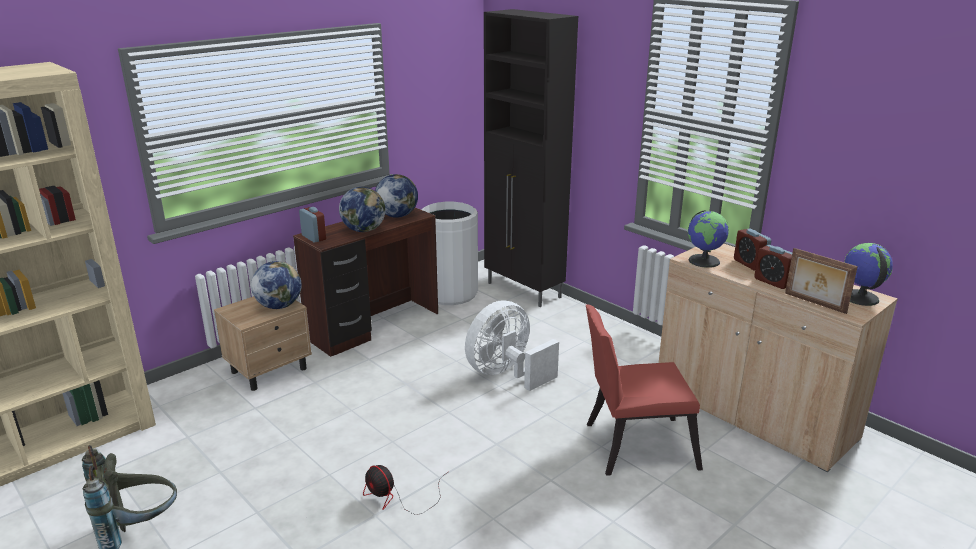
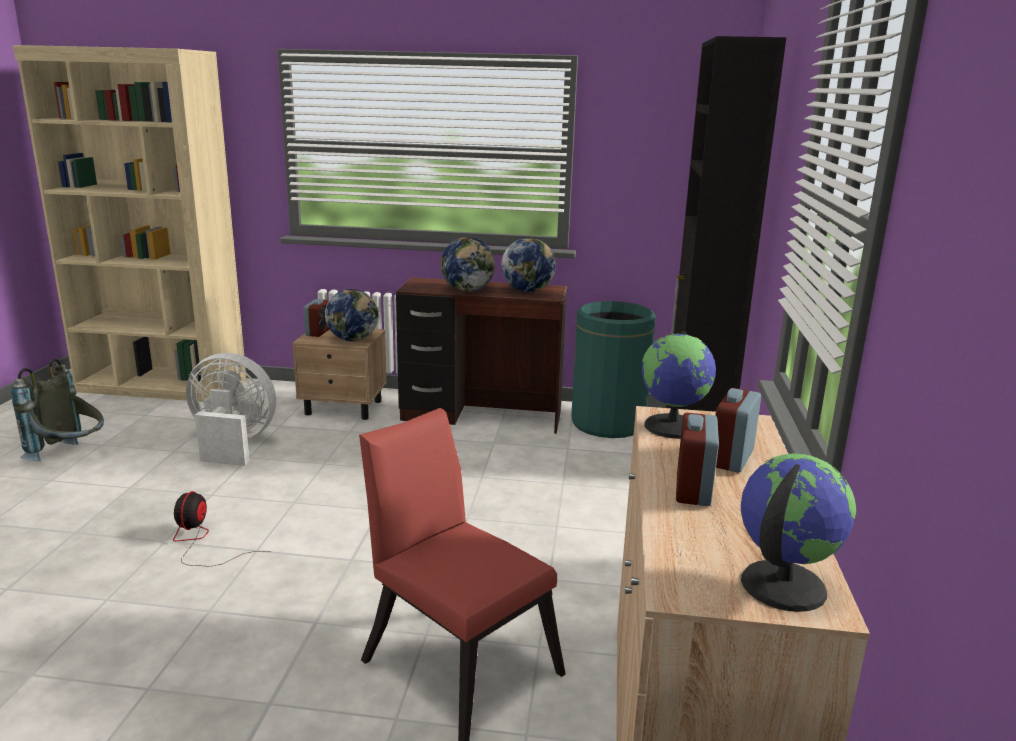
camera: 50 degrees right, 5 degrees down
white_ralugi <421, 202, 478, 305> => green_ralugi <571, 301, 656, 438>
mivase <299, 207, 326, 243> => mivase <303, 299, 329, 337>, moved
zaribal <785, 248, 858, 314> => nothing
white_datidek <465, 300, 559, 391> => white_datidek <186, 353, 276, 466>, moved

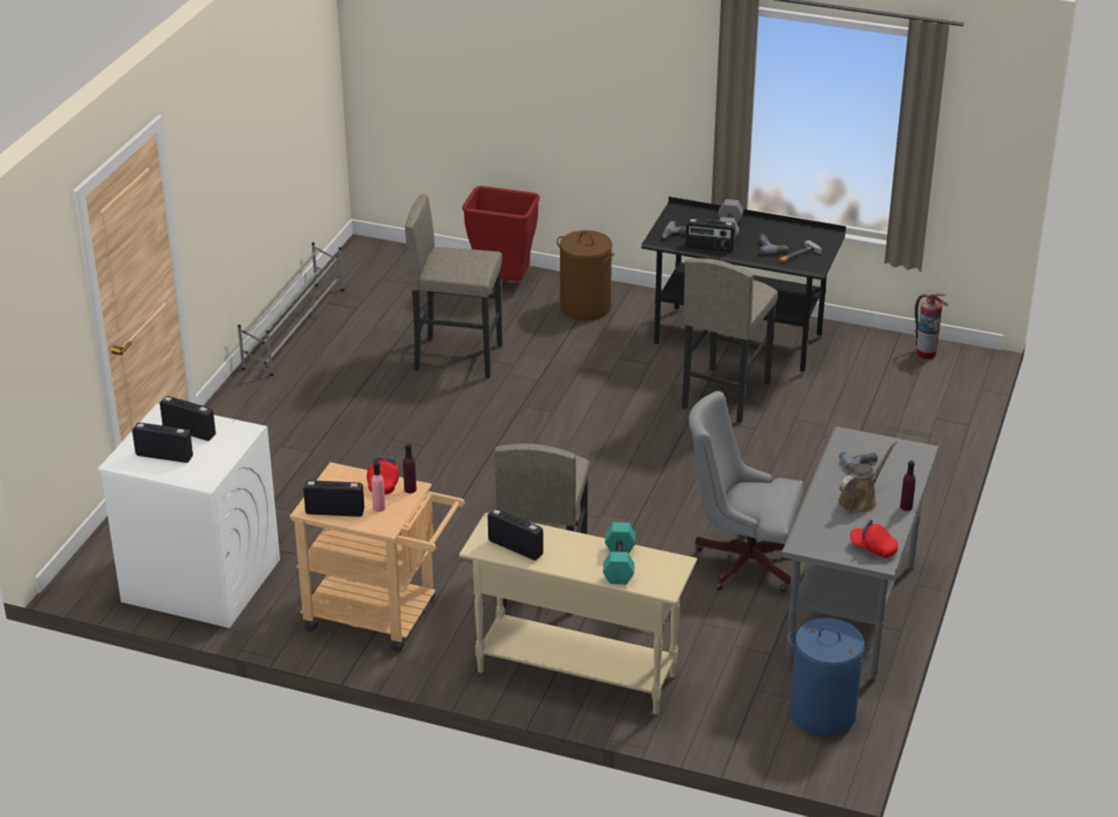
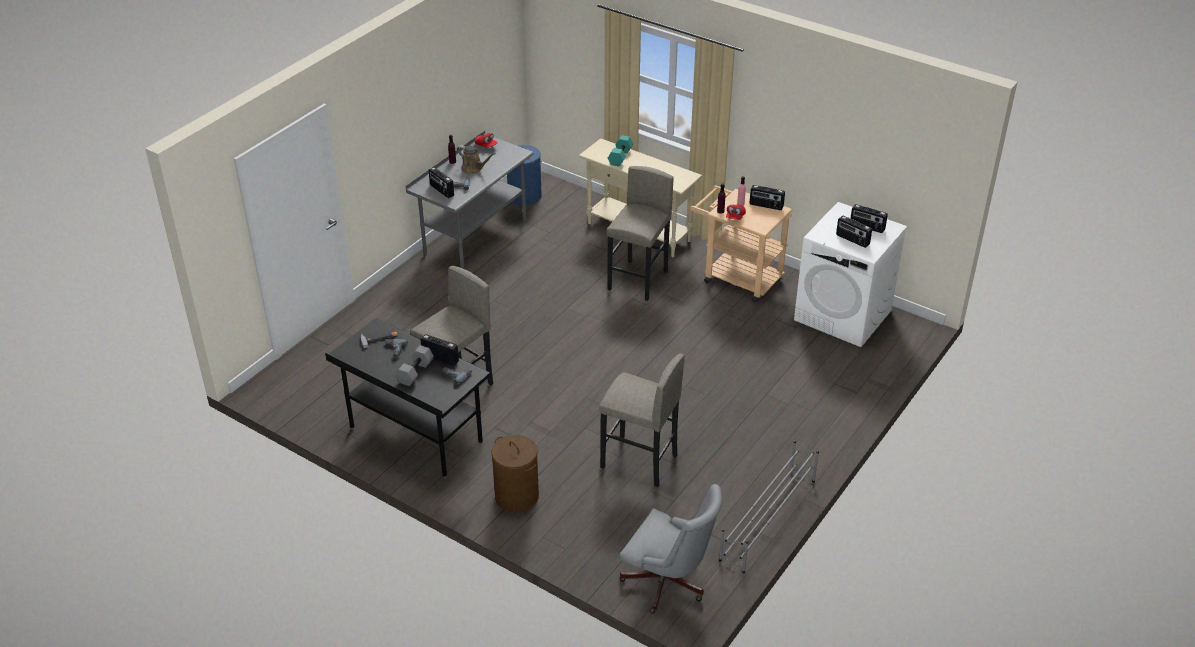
camera: 165 degrees left, 5 degrees up
red_ralugi <462, 186, 540, 282> => nothing
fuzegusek <915, 293, 948, 359> => nothing
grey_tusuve <689, 391, 803, 592> => grey_tusuve <619, 484, 723, 614>, moved
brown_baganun <838, 441, 897, 513> => brown_baganun <457, 145, 496, 174>, 120 degrees counterclockwise
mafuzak <488, 508, 543, 560> => mafuzak <429, 167, 454, 198>, moved

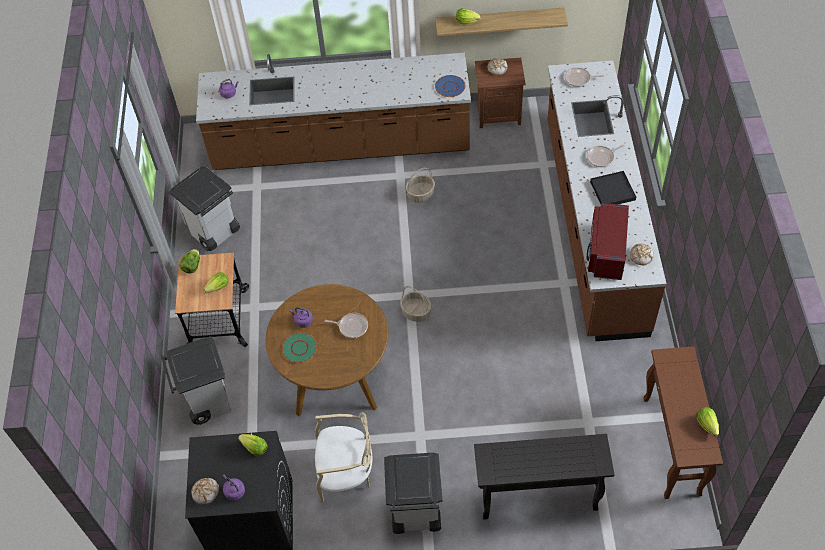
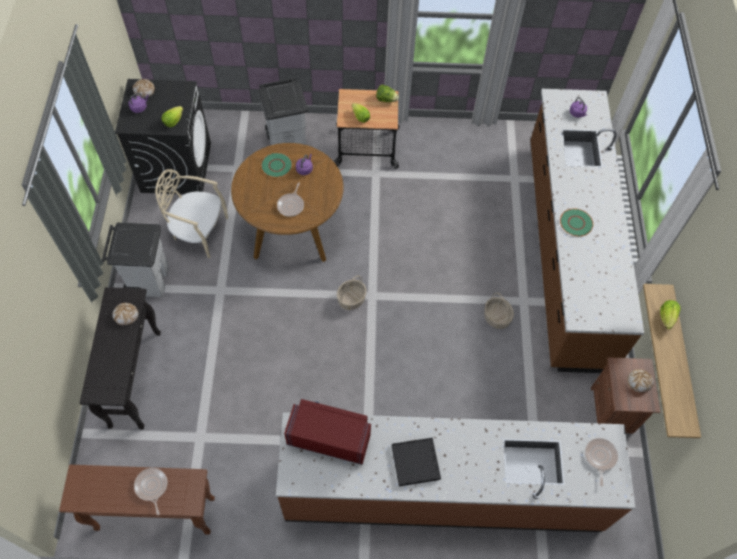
camera: 90 degrees right, 5 degrees up
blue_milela <435, 75, 466, 97> => nothing
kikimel <587, 145, 624, 167> => kikimel <134, 468, 167, 516>, moved
grey_ralugi <169, 165, 240, 251> => nothing
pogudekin <630, 243, 654, 265> => pogudekin <112, 303, 139, 325>, moved
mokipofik <697, 407, 719, 436> => nothing
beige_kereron <315, 412, 372, 502> => beige_kereron <155, 169, 228, 258>, 105 degrees clockwise
nothing => green_milela <560, 209, 593, 236>

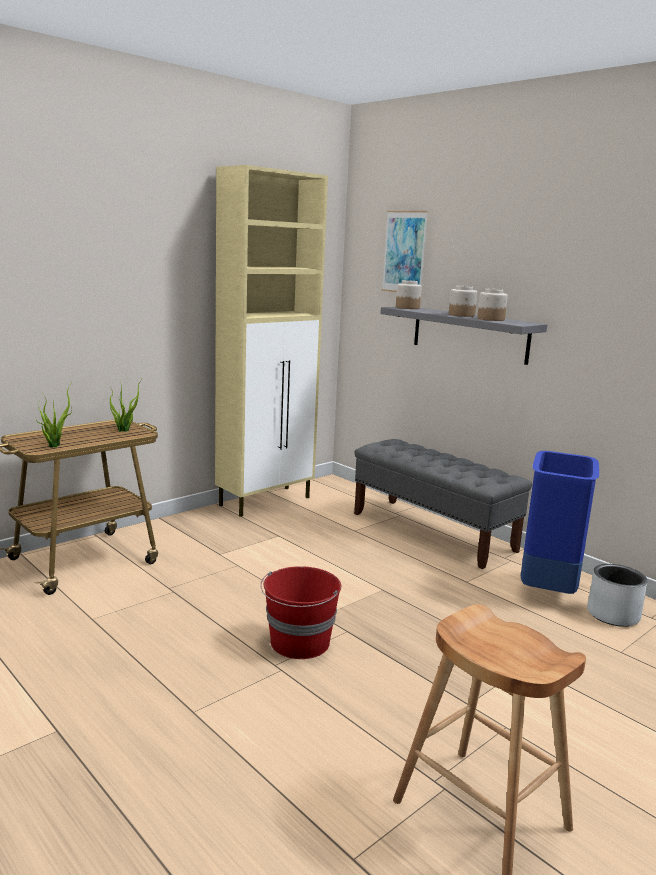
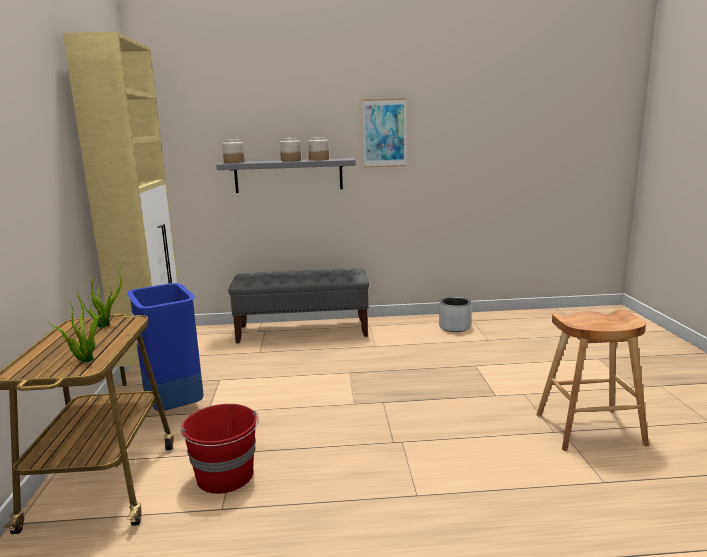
camera: 50 degrees left, 0 degrees up
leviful <382, 211, 428, 294> => leviful <363, 98, 406, 168>, moved
blue_ralugi <521, 451, 599, 594> => blue_ralugi <127, 283, 204, 411>, moved
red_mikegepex <260, 566, 341, 659> => red_mikegepex <181, 404, 259, 494>, moved

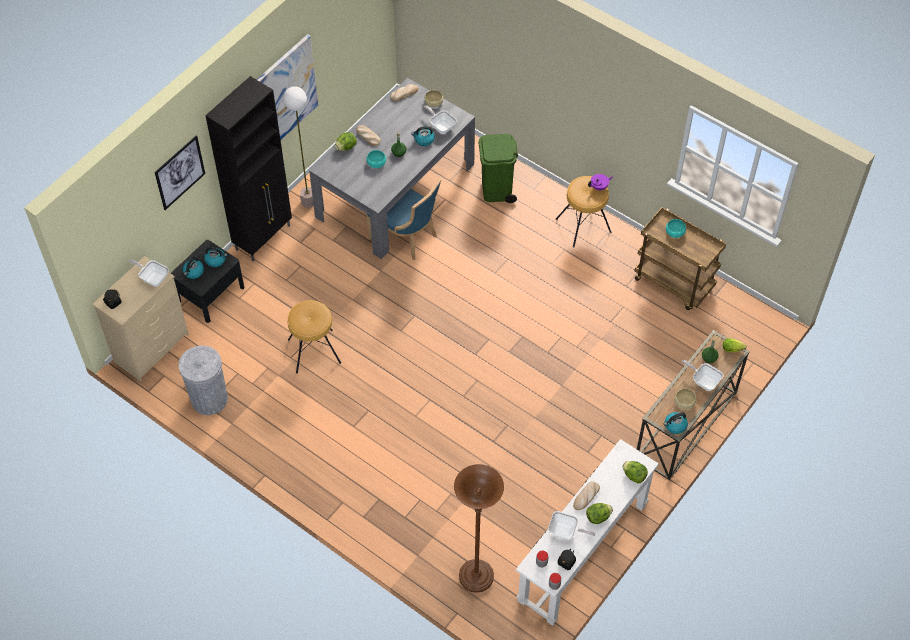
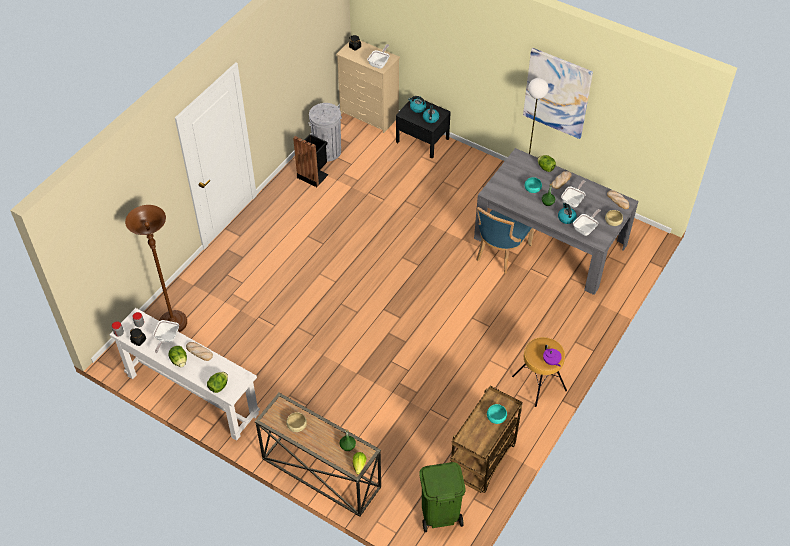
camera: 85 degrees right, 5 degrees down
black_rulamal <205, 76, 292, 262> => nothing
green_ralugi <479, 134, 518, 203> => green_ralugi <419, 462, 466, 532>, moved
leviful <154, 135, 205, 210> => nothing
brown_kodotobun <287, 300, 341, 373> => nothing
kikimel <681, 360, 724, 391> => kikimel <561, 180, 586, 208>, moved
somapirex <663, 412, 688, 434> => nothing
nothing => black_ralugi <293, 134, 329, 187>

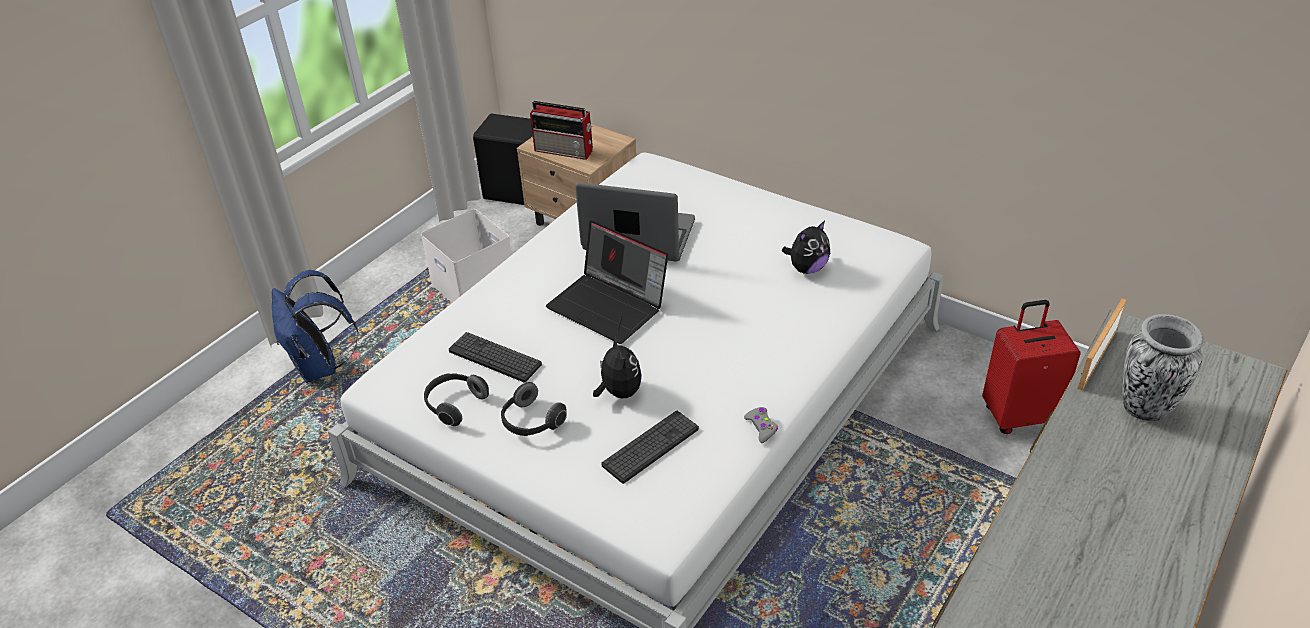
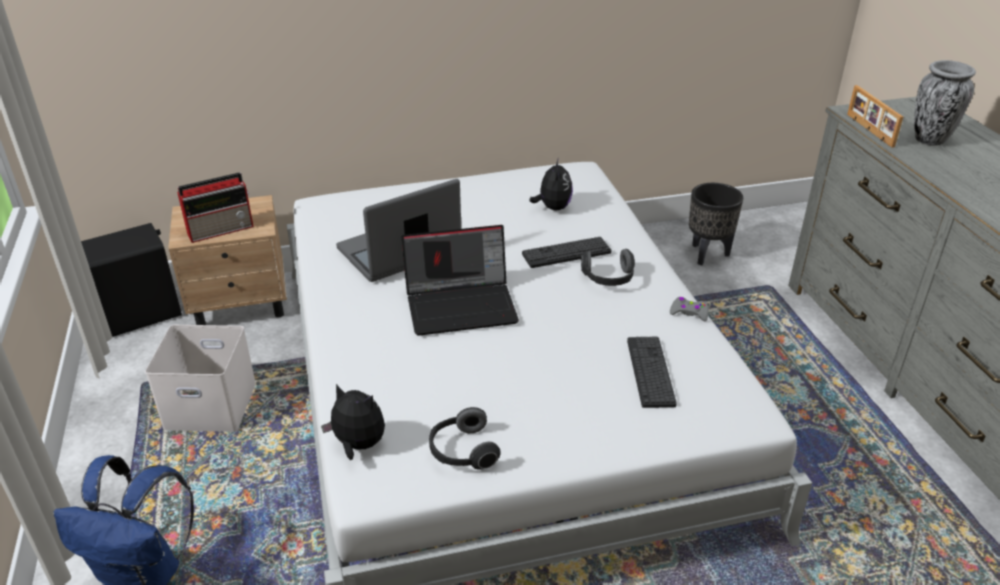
camera: 50 degrees left, 5 degrees down
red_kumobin <982, 300, 1081, 434> => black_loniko <689, 183, 743, 265>
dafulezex <449, 332, 542, 382> => dafulezex <522, 237, 611, 268>, moved
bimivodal <593, 335, 642, 399> => bimivodal <321, 384, 385, 460>, moved
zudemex <501, 382, 567, 436> => zudemex <581, 249, 635, 286>, moved

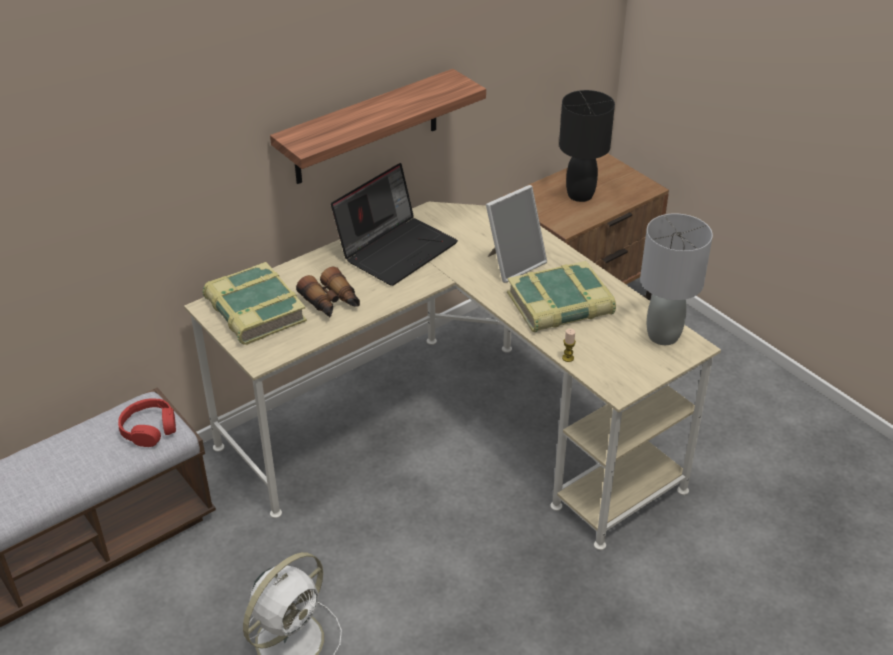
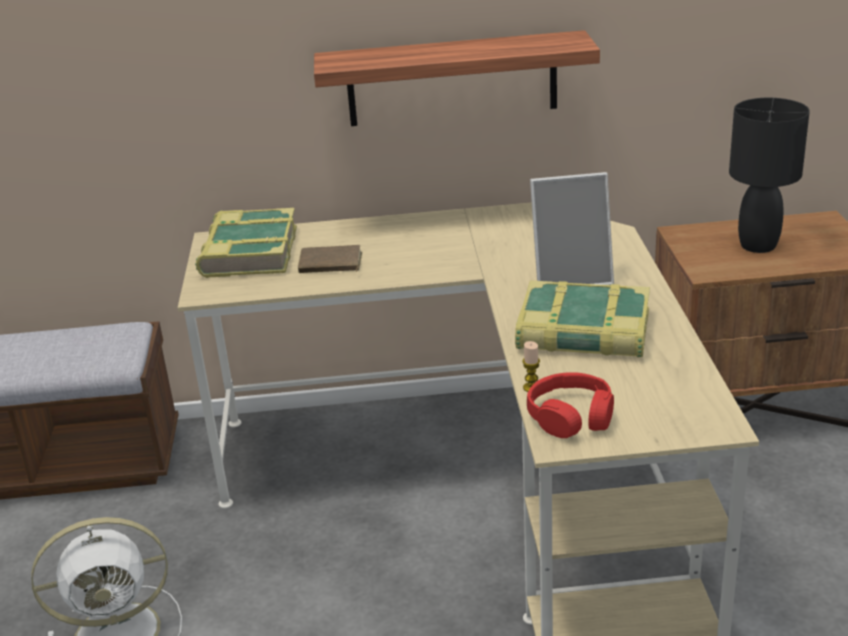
camera: 35 degrees right, 10 degrees down
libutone <331, 163, 458, 286> => nothing
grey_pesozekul <640, 214, 713, 345> => nothing
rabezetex <296, 267, 360, 317> => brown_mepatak <298, 245, 362, 273>
red_zudemex <118, 398, 176, 447> => red_zudemex <527, 372, 614, 438>, moved

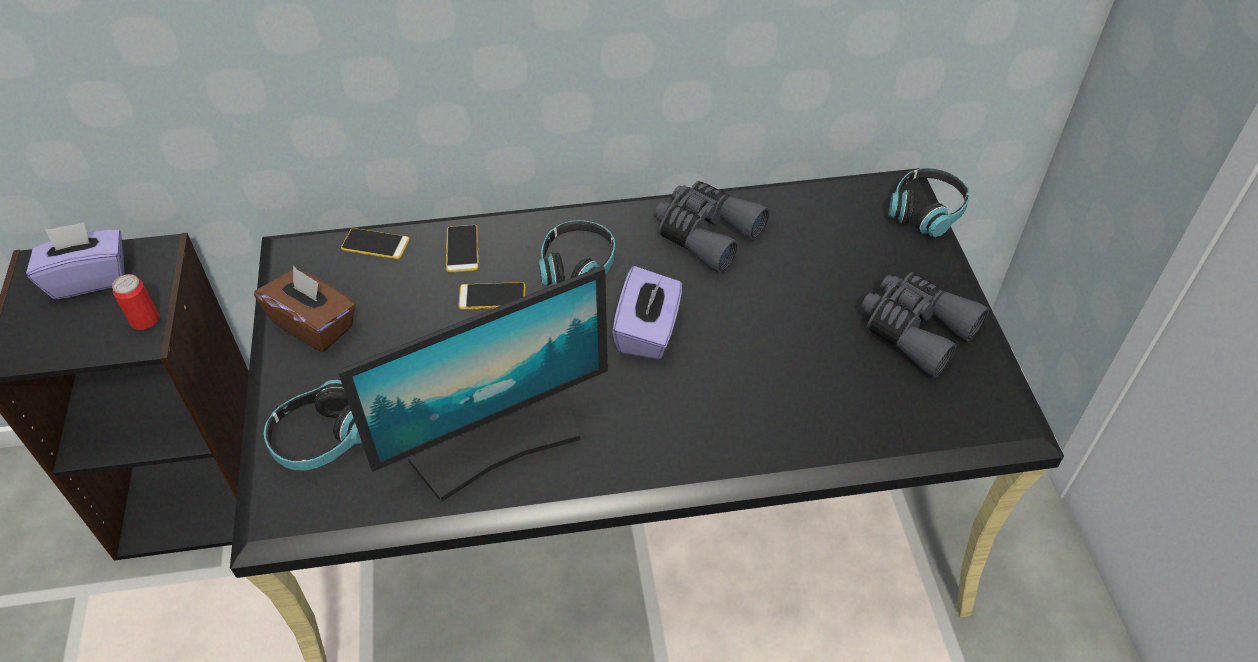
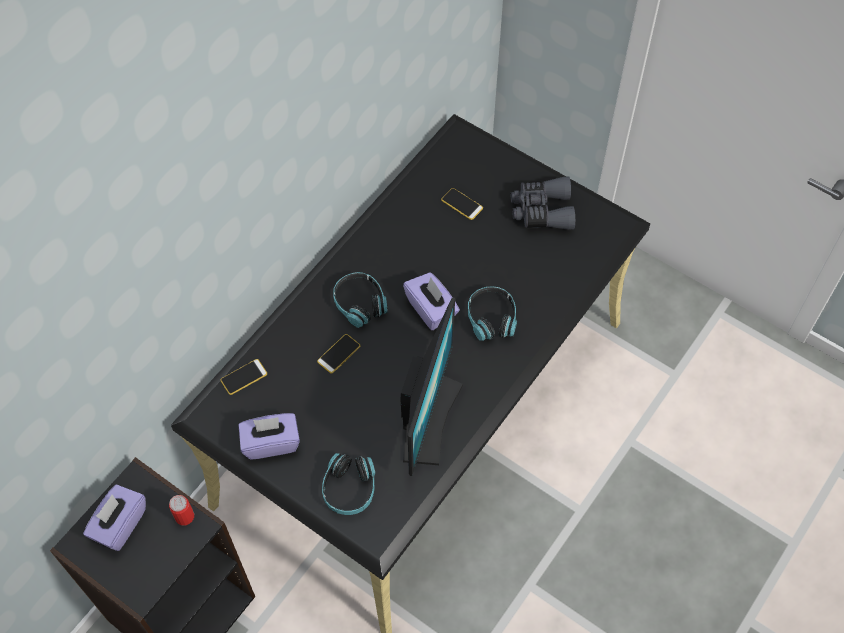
camera: 45 degrees left, 10 degrees up
zudemex <889, 168, 970, 237> => zudemex <468, 286, 517, 341>, moved
grey_rabezetex <654, 181, 770, 274> => nothing
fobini <446, 225, 479, 273> => fobini <441, 188, 483, 220>, moved
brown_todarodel <254, 266, 356, 352> => purple_todarodel <238, 413, 300, 460>

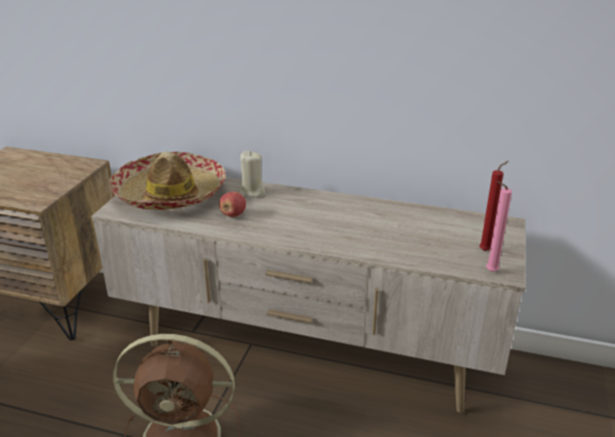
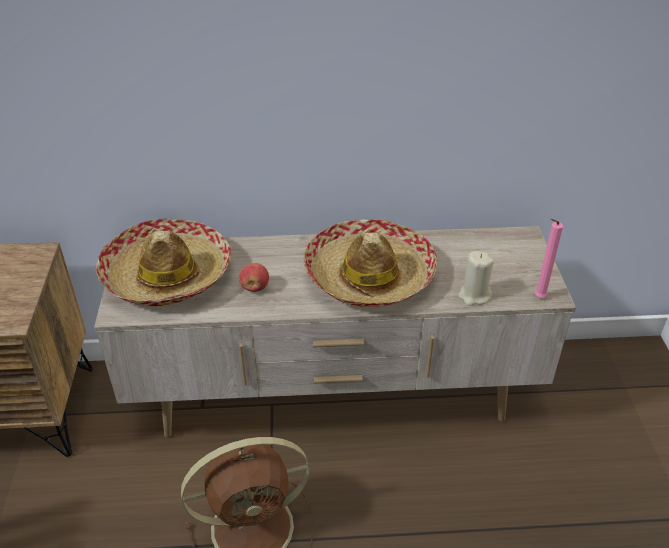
camera: 20 degrees left, 10 degrees up
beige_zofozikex <239, 151, 265, 198> => beige_zofozikex <458, 251, 494, 306>, moved
red_zofozikex <479, 161, 508, 251> => nothing
nothing => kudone <303, 219, 437, 307>

